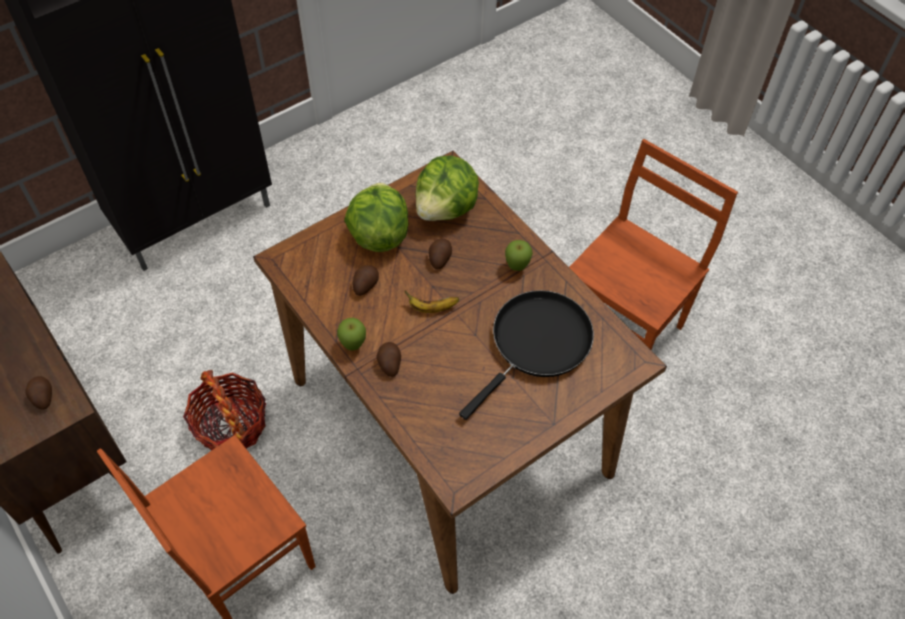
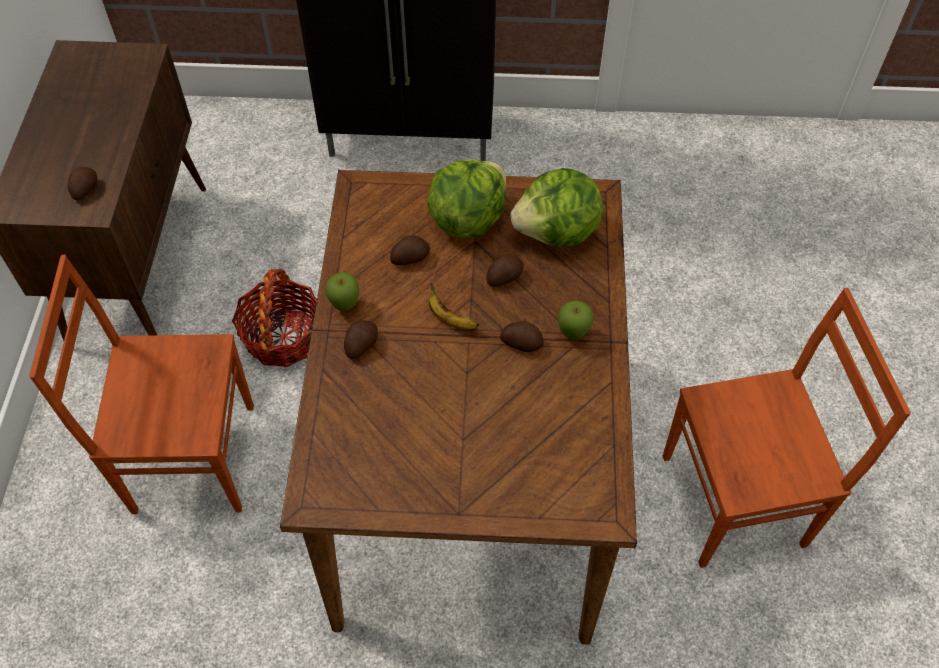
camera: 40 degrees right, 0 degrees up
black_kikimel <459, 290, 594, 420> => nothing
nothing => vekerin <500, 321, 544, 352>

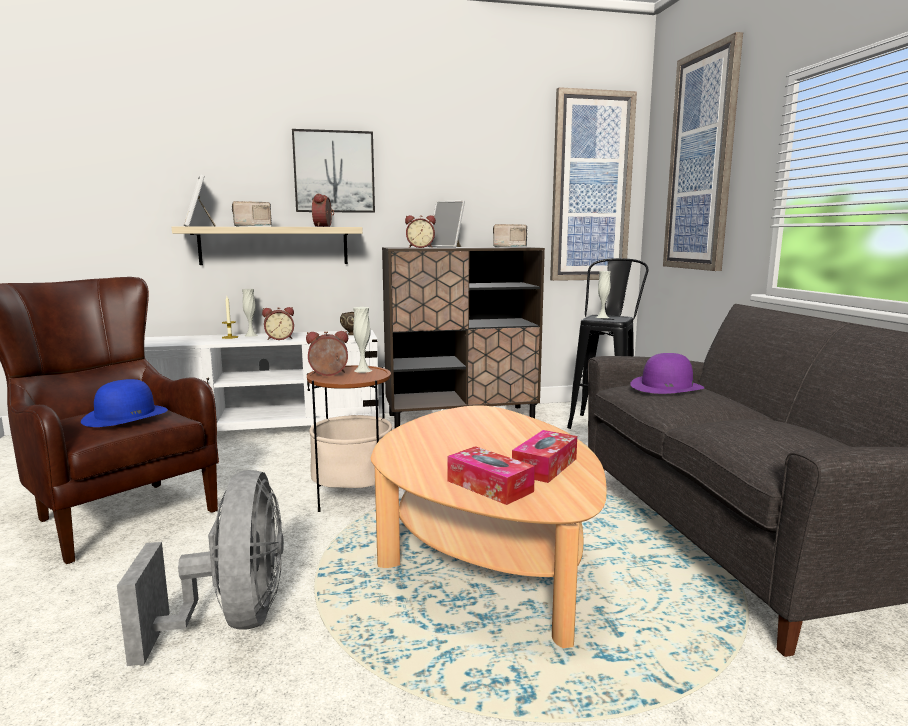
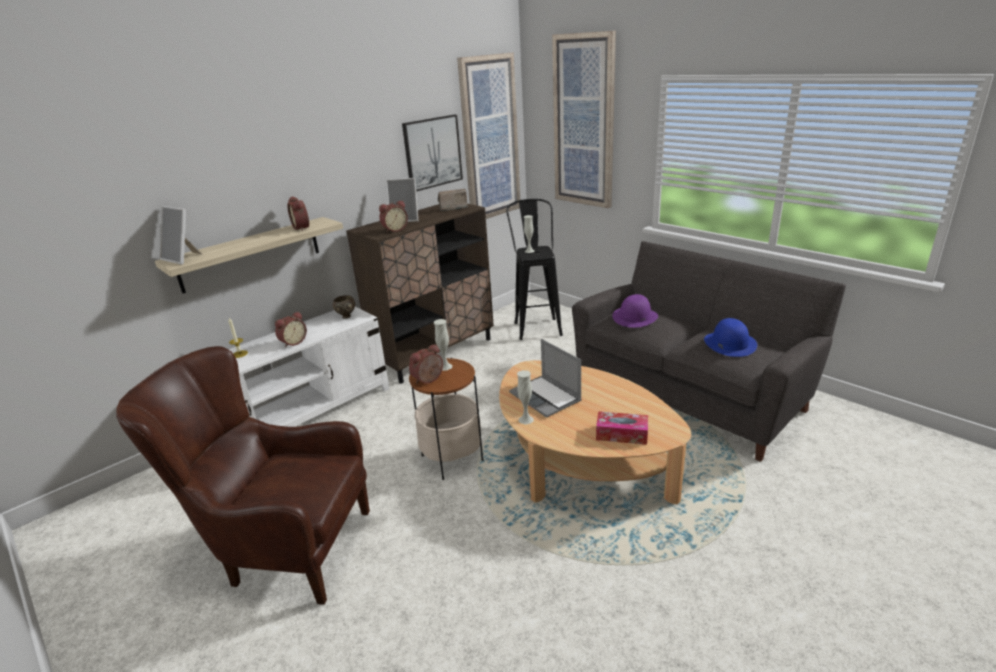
camera: 30 degrees left, 15 degrees up
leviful <292, 129, 375, 213> => leviful <402, 115, 463, 192>, moved
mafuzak <232, 201, 272, 226> => nothing
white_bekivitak <242, 289, 258, 337> => white_bekivitak <517, 370, 534, 424>, moved
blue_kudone <81, 379, 168, 427> => blue_kudone <704, 318, 757, 357>, moved
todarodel <512, 430, 577, 483> => nothing
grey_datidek <117, 470, 284, 666> => nothing
nothing => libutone <509, 339, 582, 418>

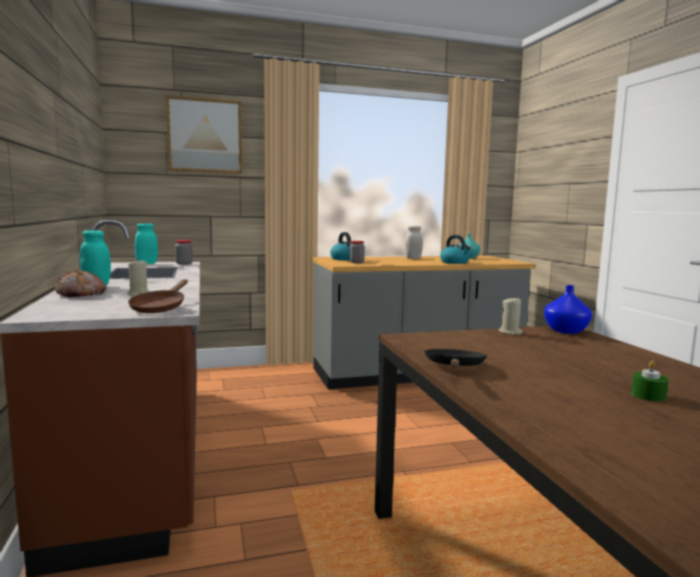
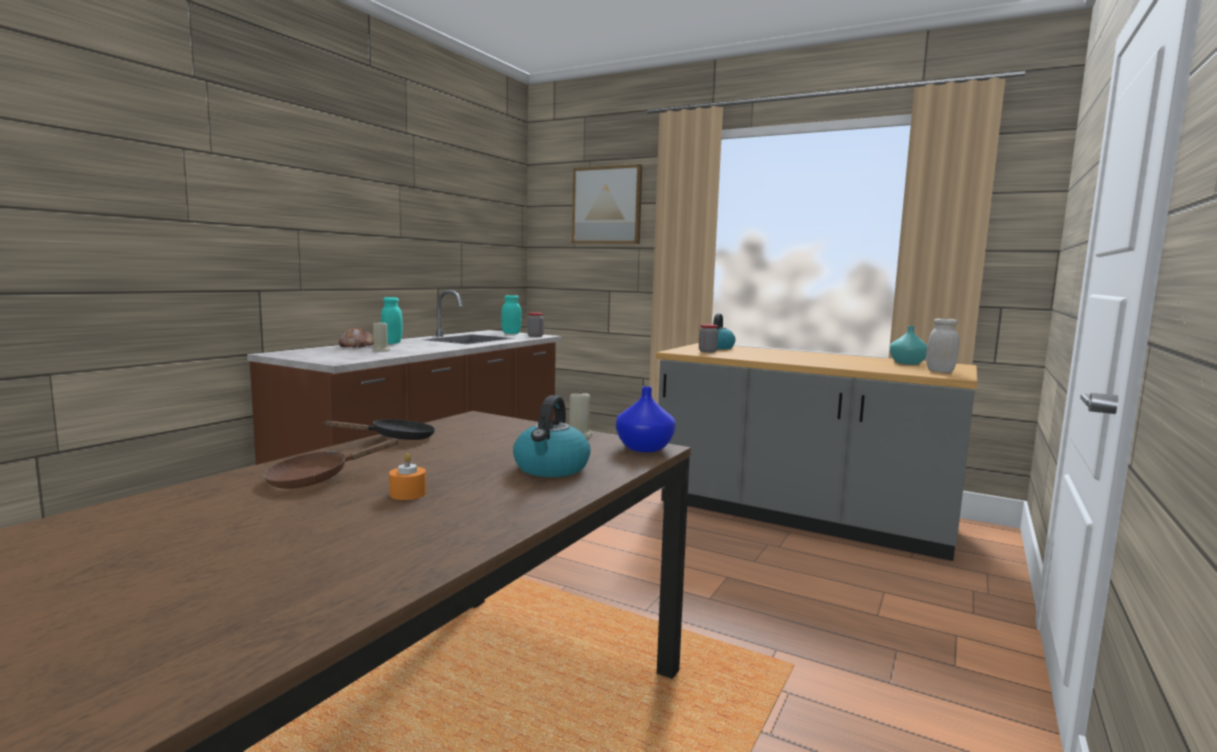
camera: 45 degrees right, 0 degrees up
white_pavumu <405, 226, 423, 259> => white_pavumu <926, 318, 959, 373>, moved
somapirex <440, 235, 470, 264> => somapirex <513, 395, 591, 477>, moved
brown_kikimel <128, 280, 188, 313> => brown_kikimel <263, 438, 400, 489>, moved
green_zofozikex <631, 360, 669, 402> => orange_zofozikex <389, 453, 426, 500>

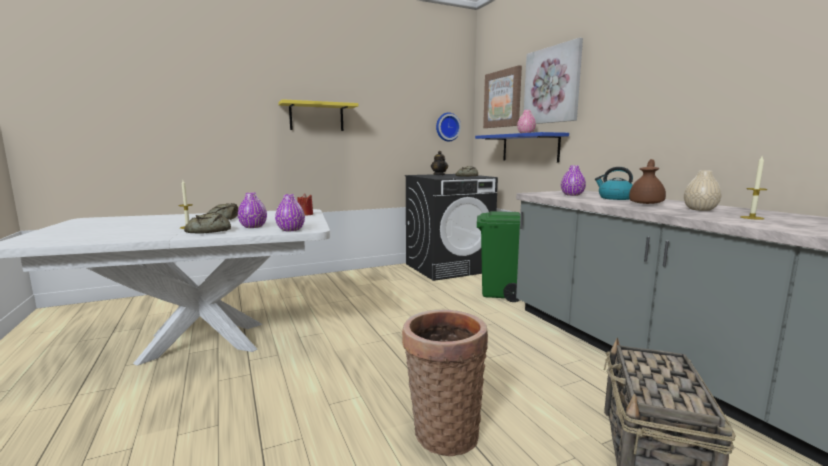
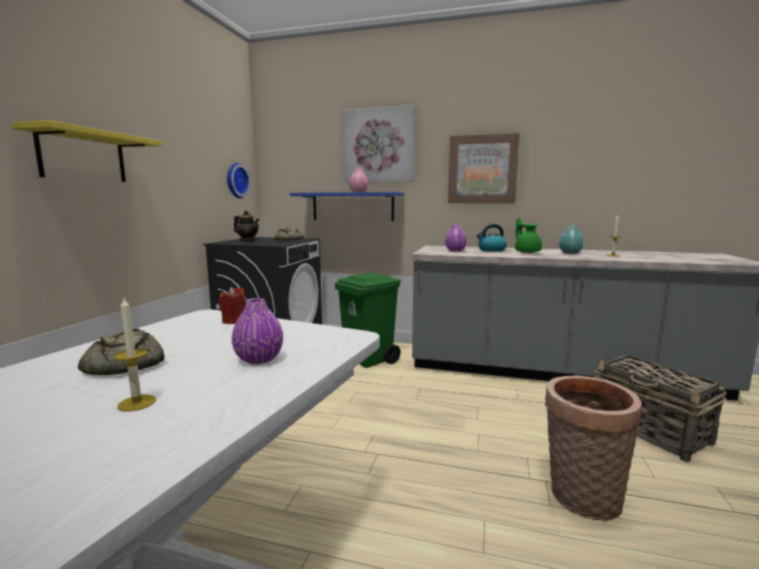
camera: 50 degrees left, 0 degrees up
leviful <483, 65, 522, 128> => leviful <448, 133, 520, 203>, moved
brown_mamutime <629, 159, 666, 204> => green_mamutime <515, 217, 542, 253>
beige_bekivitak <684, 170, 722, 211> => turquoise_bekivitak <559, 225, 584, 254>
purple_bekivitak <275, 194, 305, 231> => nothing
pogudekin <184, 212, 231, 233> => nothing

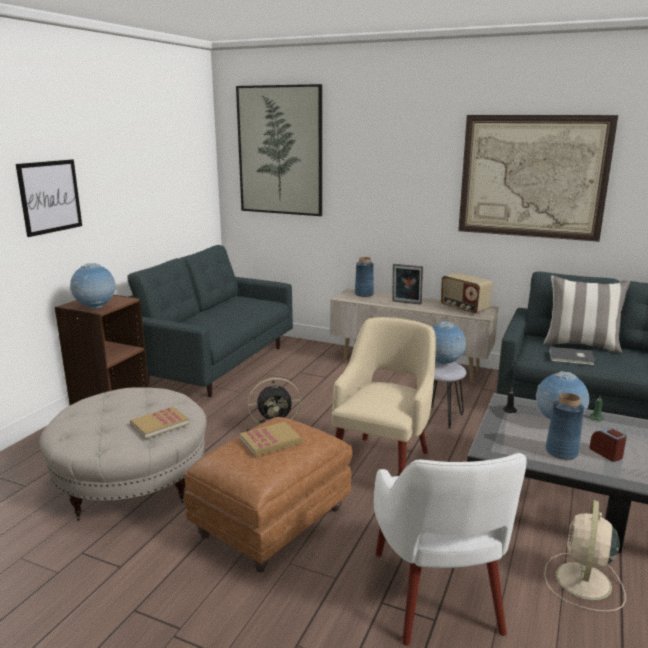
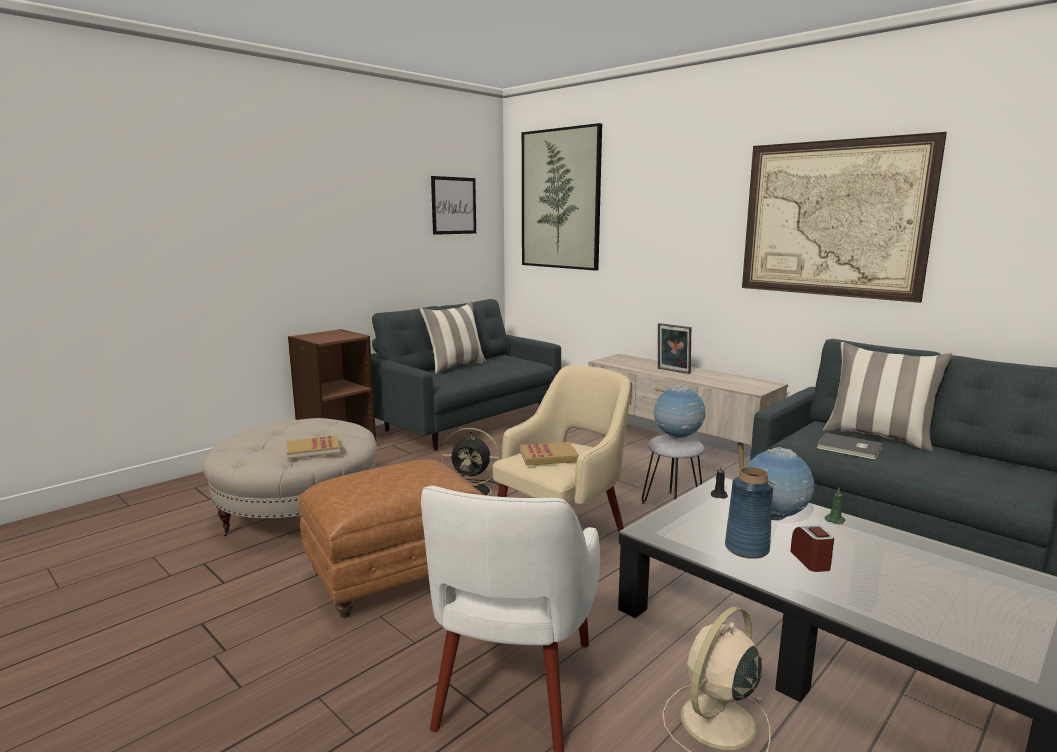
camera: 20 degrees right, 5 degrees down
leviful <16, 159, 82, 237> => leviful <431, 176, 476, 235>, moved
blue_bekivitak <355, 257, 374, 297> => nothing
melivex <70, 263, 116, 309> => nothing
mafuzak <441, 273, 493, 314> => nothing
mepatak <240, 422, 302, 457> => mepatak <520, 442, 579, 466>, moved
nothing => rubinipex <420, 302, 487, 374>

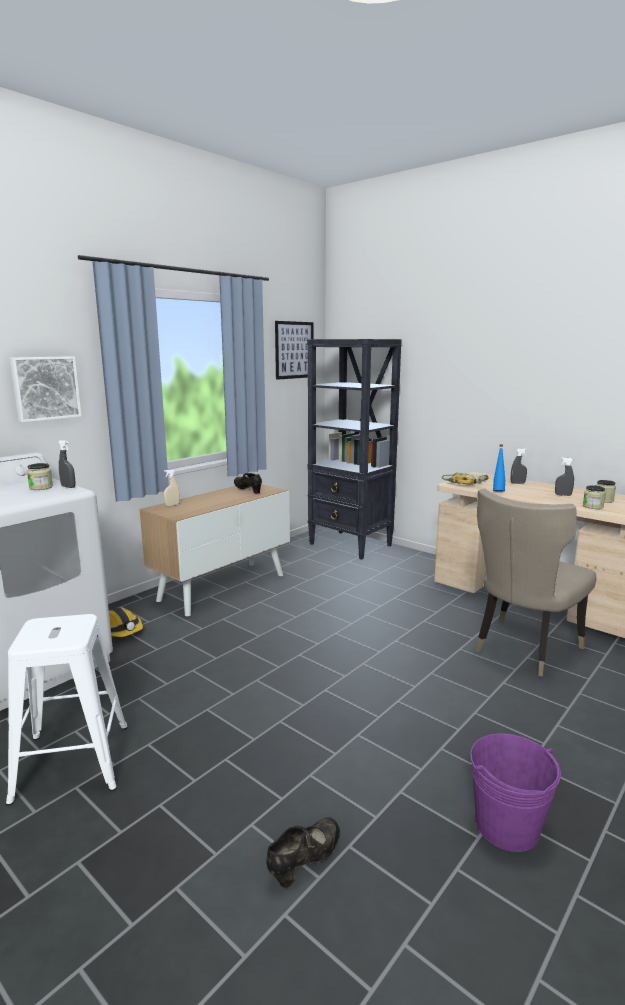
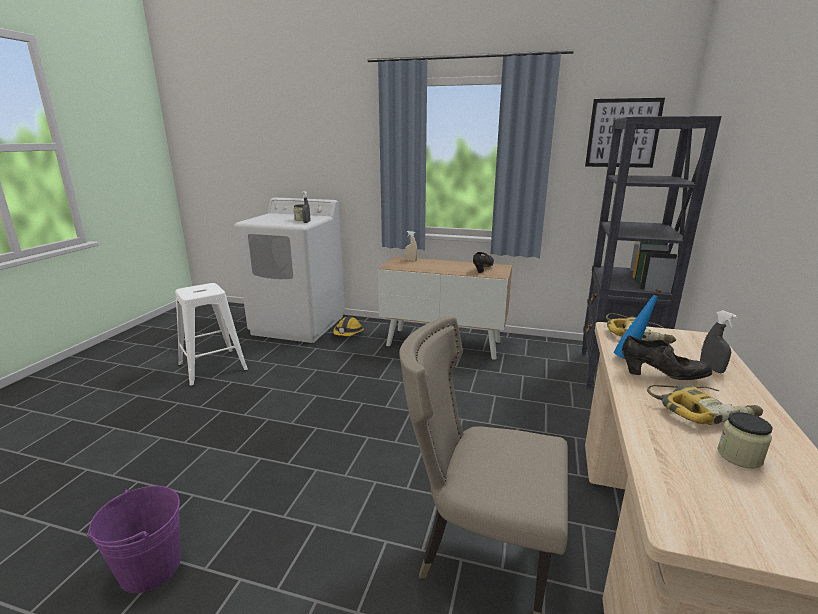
camera: 65 degrees right, 5 degrees up
leviful <10, 356, 82, 422> => nothing
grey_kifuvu <555, 457, 574, 496> => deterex <647, 384, 763, 425>
pavumu <583, 485, 606, 509> => nothing
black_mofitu <266, 817, 340, 888> => black_mofitu <622, 335, 712, 380>, moved

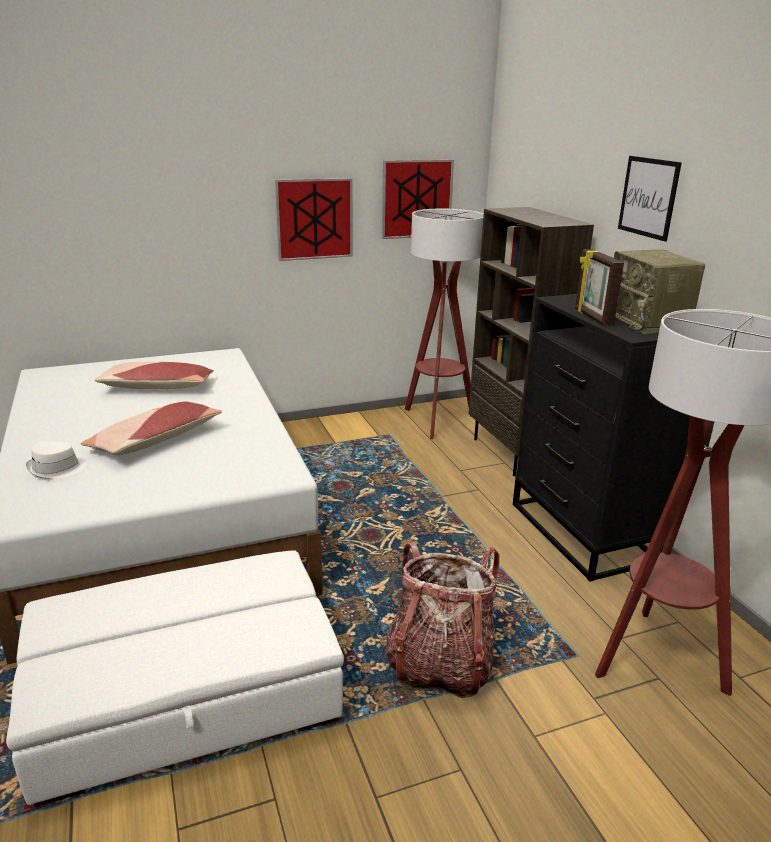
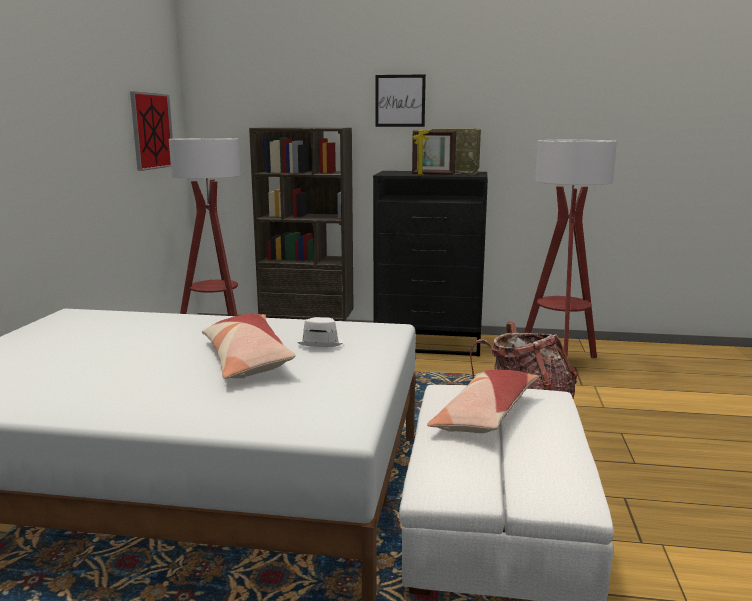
camera: 60 degrees left, 10 degrees down
leviful <275, 178, 353, 261> => nothing
rubinipex <94, 361, 214, 389> => rubinipex <427, 370, 539, 433>, moved
white_kudone <26, 441, 86, 479> => white_kudone <297, 317, 344, 347>, moved

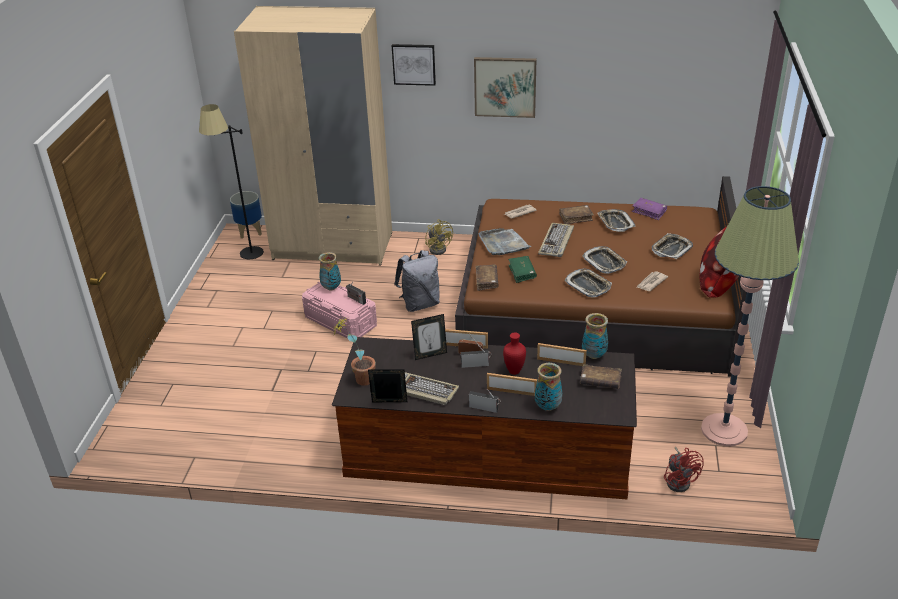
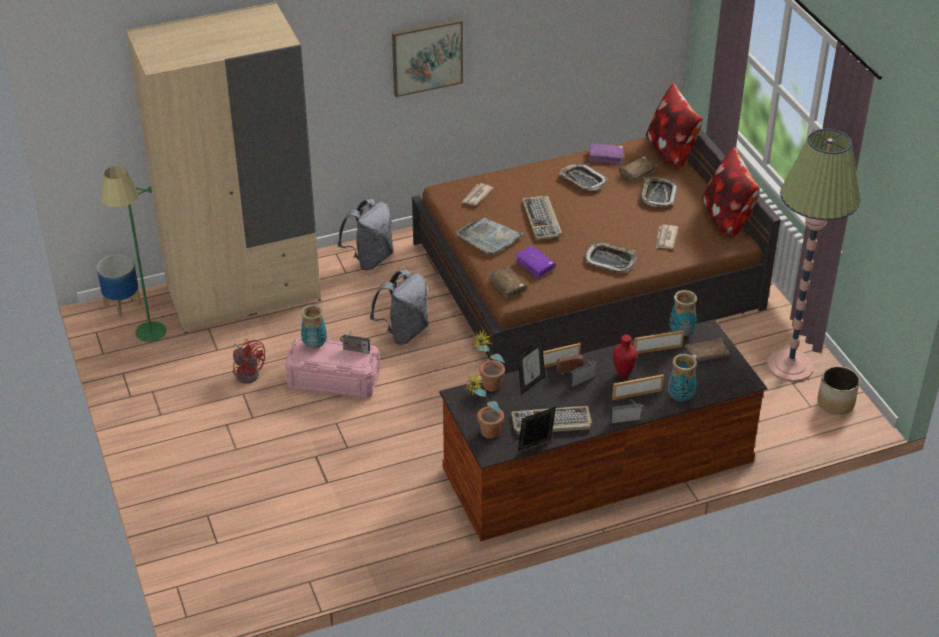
camera: 30 degrees left, 5 degrees up
leviful <392, 44, 436, 86> => nothing
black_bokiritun <199, 104, 264, 259> => green_bokiritun <101, 166, 166, 342>
brown_mepatak <559, 205, 594, 224> => brown_mepatak <619, 156, 658, 184>, moved
yellow_datidek <425, 219, 453, 255> => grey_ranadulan <338, 199, 394, 270>
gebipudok <582, 246, 627, 274> => nothing
green_mepatak <508, 256, 537, 283> => purple_mepatak <515, 246, 556, 279>
red_datidek <664, 447, 704, 492> => red_datidek <233, 339, 265, 384>, moved
nothing => rubinipex <646, 83, 703, 169>
nothing => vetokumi <472, 331, 505, 391>
nothing => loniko <817, 366, 860, 415>

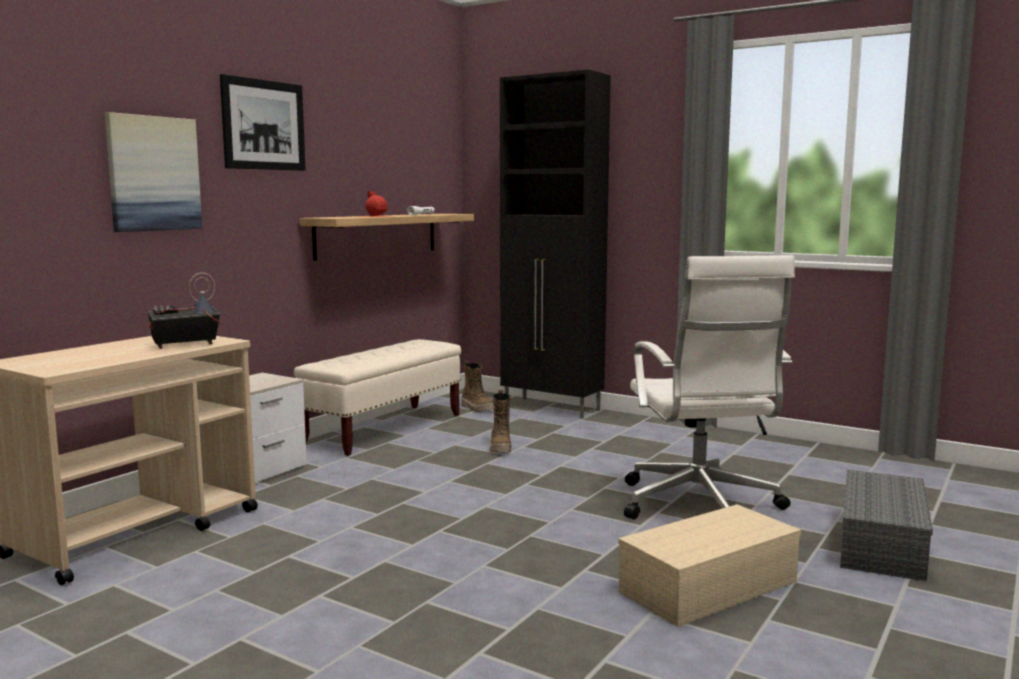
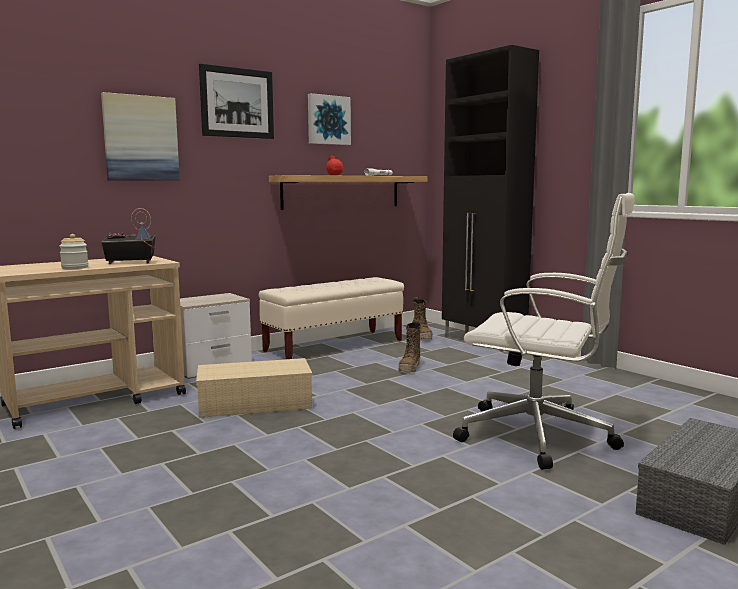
camera: 20 degrees right, 0 degrees up
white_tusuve <624, 255, 795, 520> => white_tusuve <453, 193, 635, 470>, 75 degrees counterclockwise
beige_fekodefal <618, 504, 801, 627> => beige_fekodefal <196, 358, 312, 418>, moved
nothing => leviful <308, 93, 351, 145>
nothing => pavumu <59, 234, 89, 269>

